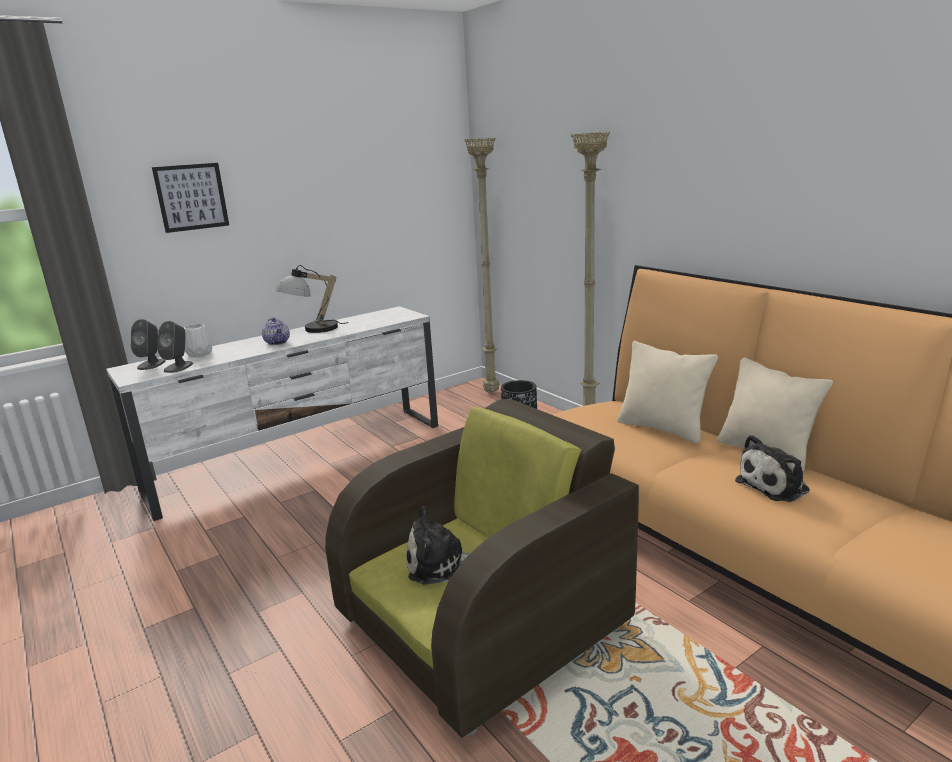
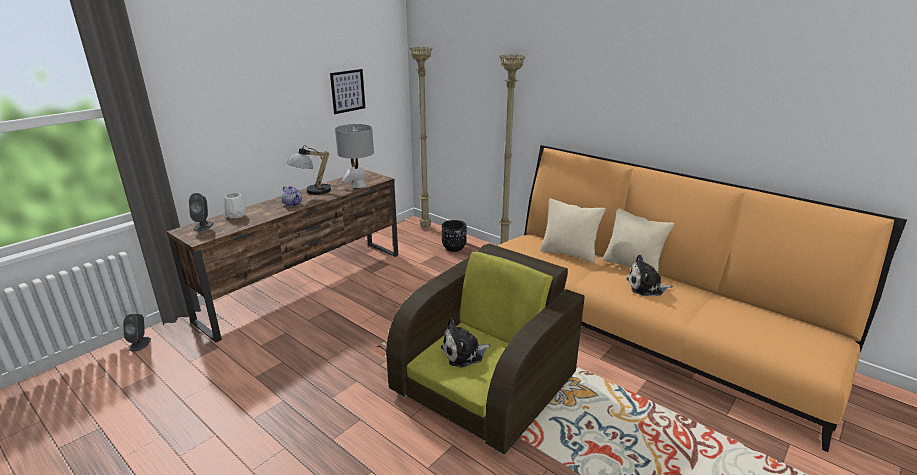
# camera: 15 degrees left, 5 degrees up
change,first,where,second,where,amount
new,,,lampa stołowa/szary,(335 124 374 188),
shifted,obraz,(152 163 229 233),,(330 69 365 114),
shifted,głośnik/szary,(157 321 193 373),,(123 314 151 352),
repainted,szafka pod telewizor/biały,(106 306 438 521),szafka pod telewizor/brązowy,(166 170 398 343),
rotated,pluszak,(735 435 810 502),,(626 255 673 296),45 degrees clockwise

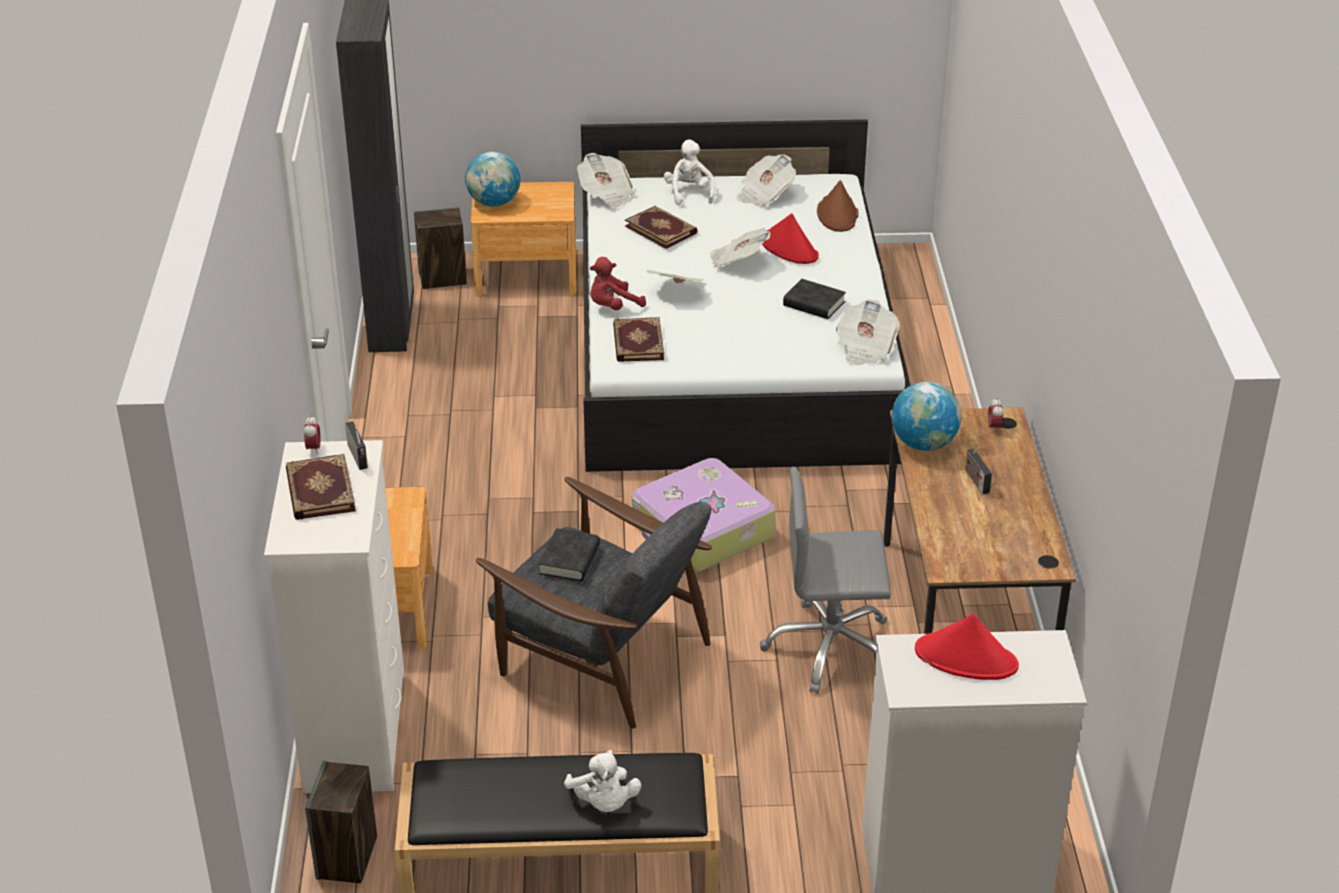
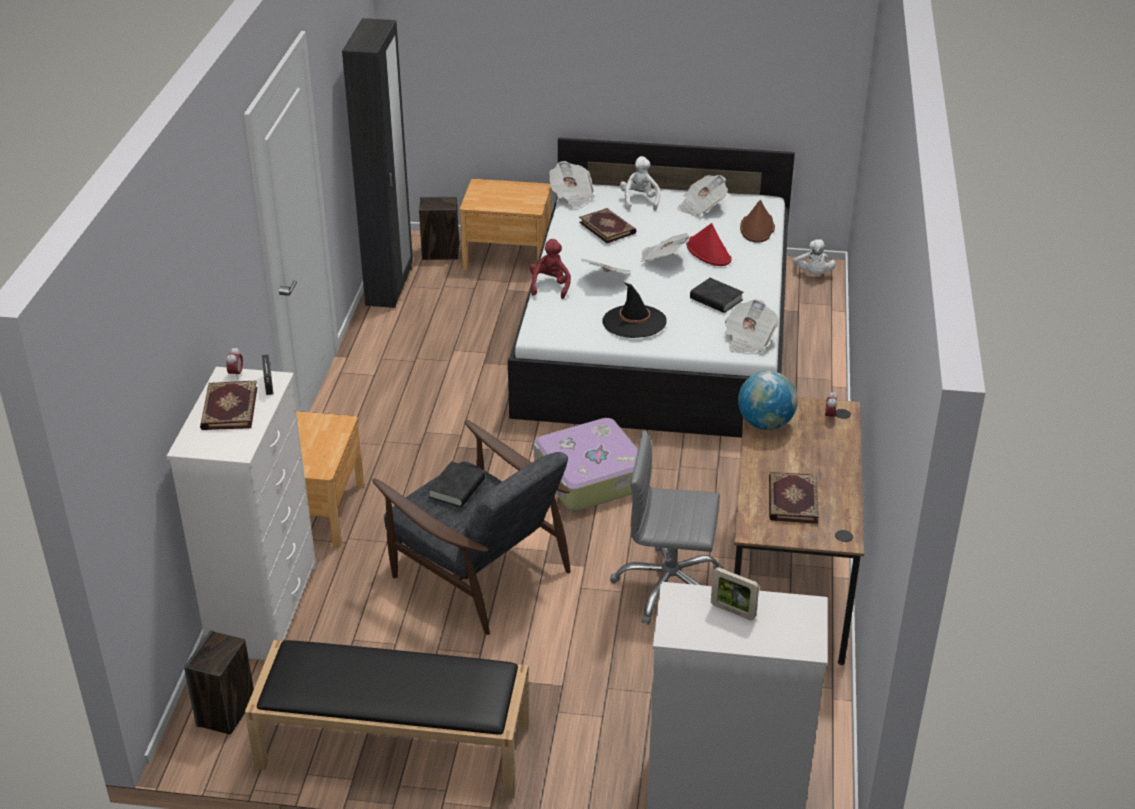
# camera: 10 degrees right, 0 degrees up
change,first,where,second,where,amount
gone,globus,(465 151 520 207),,,
gone,radio,(965 447 992 495),,,
new,,,kapelusz/czarny,(602 282 667 338),
shifted,pluszak/biały,(564 750 641 812),,(793 239 836 275),
shifted,książka,(613 317 664 362),,(769 472 819 524),
swapped,kapelusz/czerwony,(915 614 1019 680),ramka na zdjęcie,(711 567 759 620),
rotated,pluszak/czerwony,(590 257 646 310),,(530 239 571 299),120 degrees clockwise

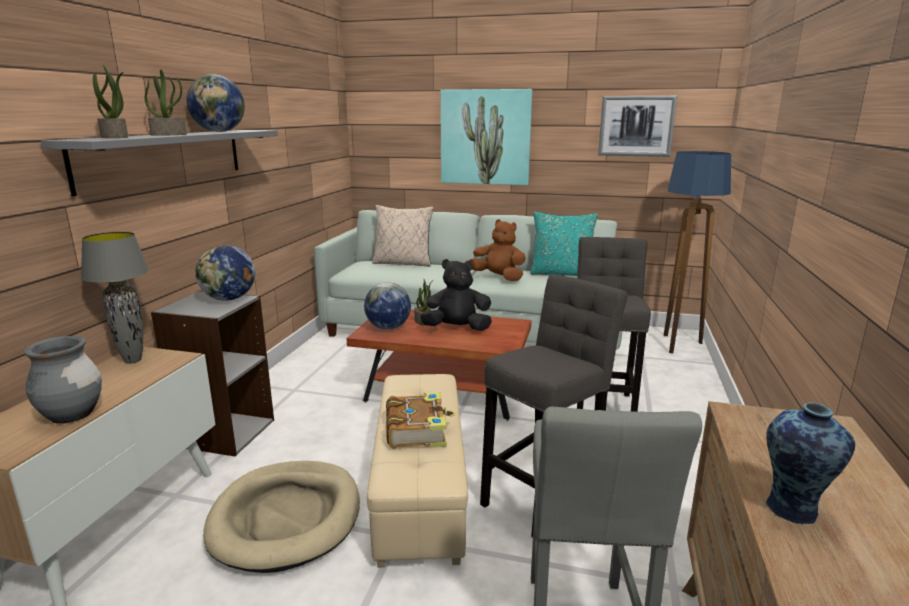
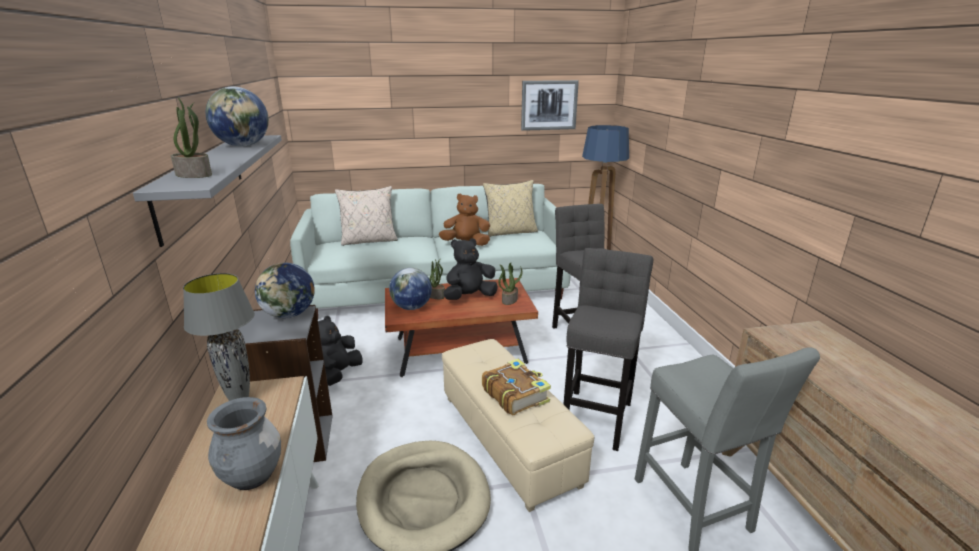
# camera: 25 degrees left, 5 degrees up
change,first,where,second,where,amount
gone,obraz,(440 89 533 185),,,
gone,wazon,(764 402 855 525),,,
new,,,pluszak/czarny,(318 316 363 386),
shifted,roślina doniczkowa,(145 69 187 136),,(498 262 522 305),
repainted,poduszka/turkusowy,(530 212 598 276),poduszka/beżowy,(483 180 538 237),

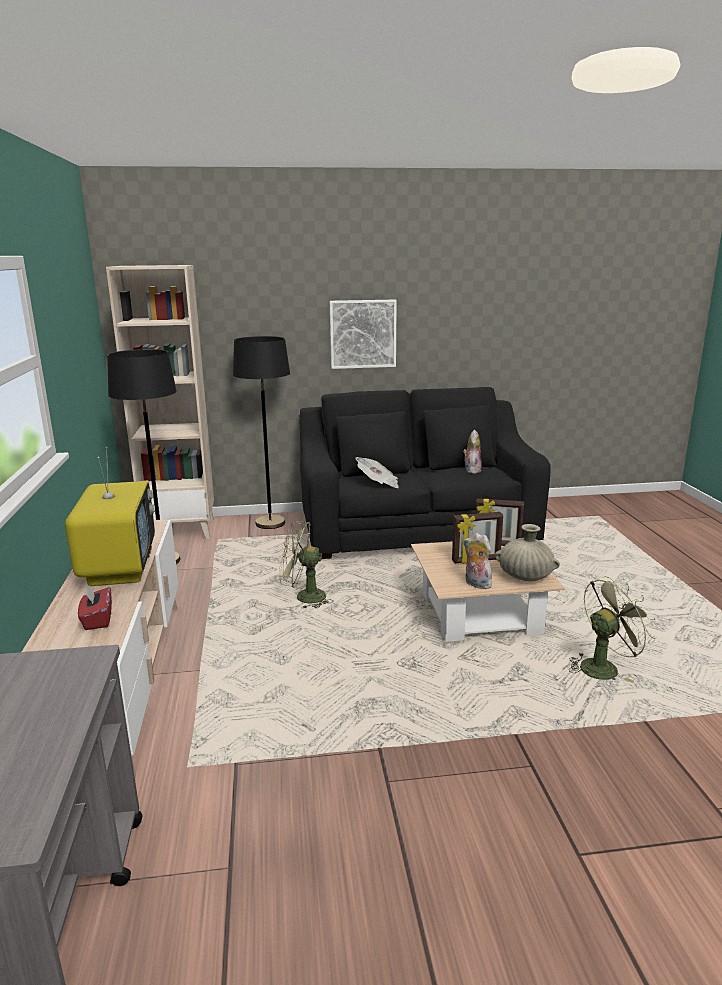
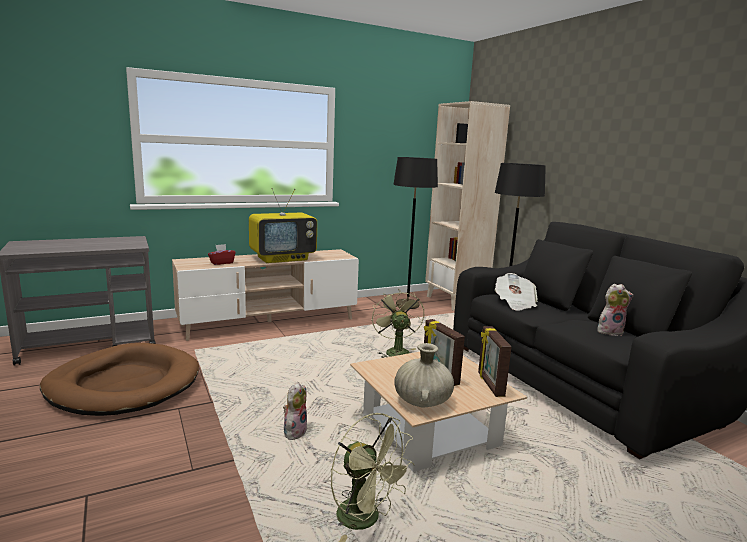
# camera: 70 degrees right, 5 degrees down
change,first,where,second,where,amount
gone,obraz,(330 300 397 369),,,
new,,,legowisko/brązowy,(40 343 199 416),
shifted,pluszak,(463 533 492 589),,(283 382 307 440),

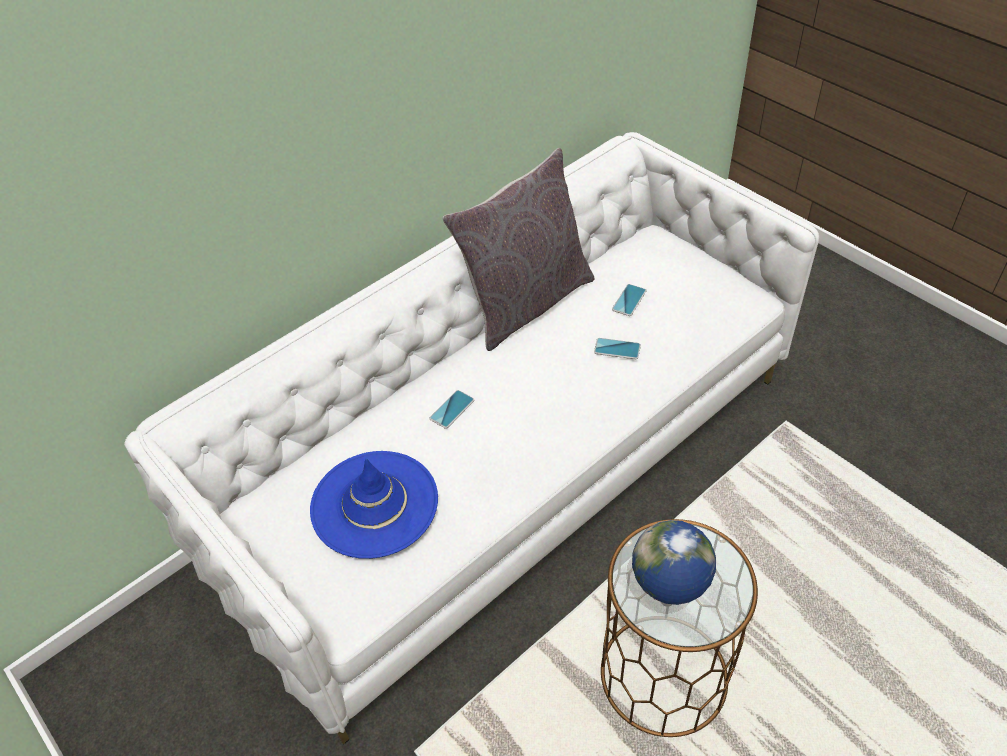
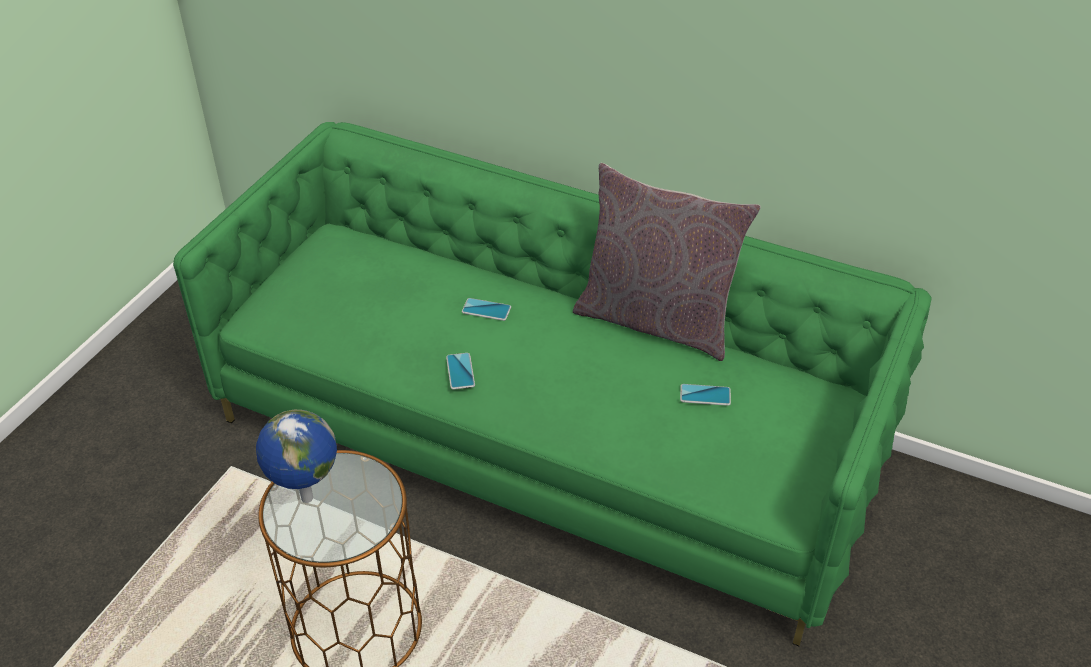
# camera: 65 degrees right, 5 degrees down
change,first,where,second,where,amount
gone,kapelusz/niebieski,(310 451 438 559),,,
shifted,telefon,(594 338 641 359),,(446 353 475 390),
repainted,kanapa/biały,(124 132 819 744),kanapa/zielony,(173 122 932 646),

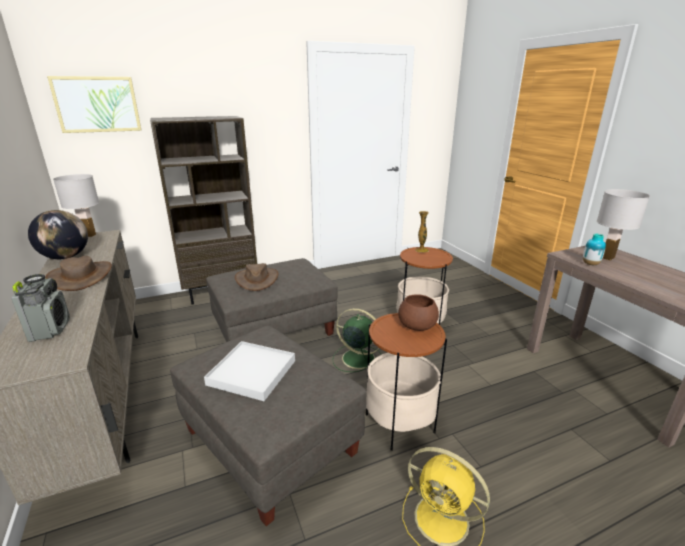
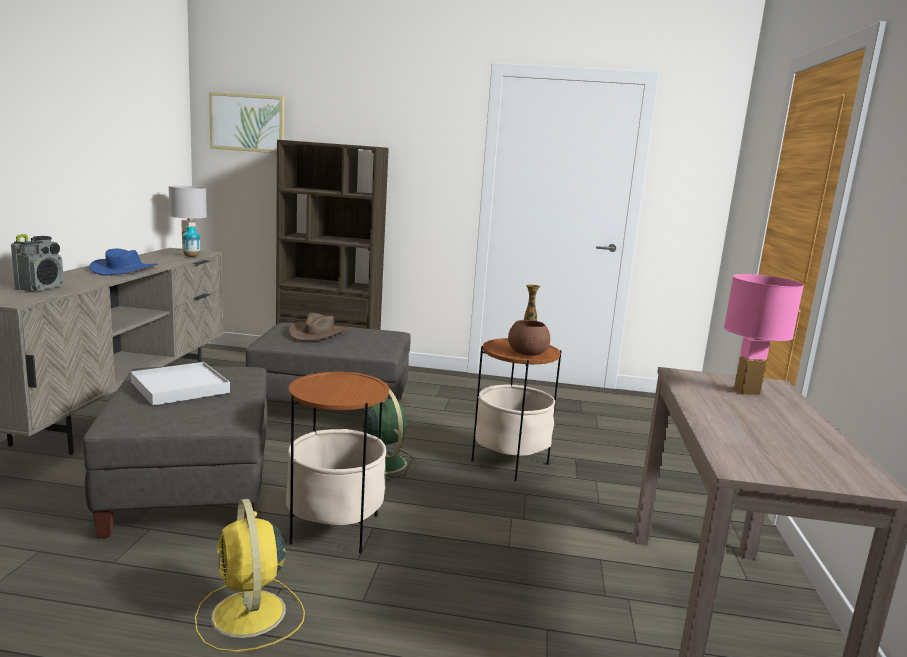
# camera: 30 degrees right, 10 degrees down
change,first,where,second,where,amount
gone,globus,(28 210 88 259),,,
shifted,miska/brązowy,(398 294 439 331),,(508 320 550 356),
shifted,wazon,(583 234 606 265),,(182 226 200 257),
repainted,kapelusz/brązowy,(45 256 112 291),kapelusz/niebieski,(89 249 157 276),
repainted,lampa stołowa/biały,(597 189 650 260),lampa stołowa/różowy,(724 274 804 395),

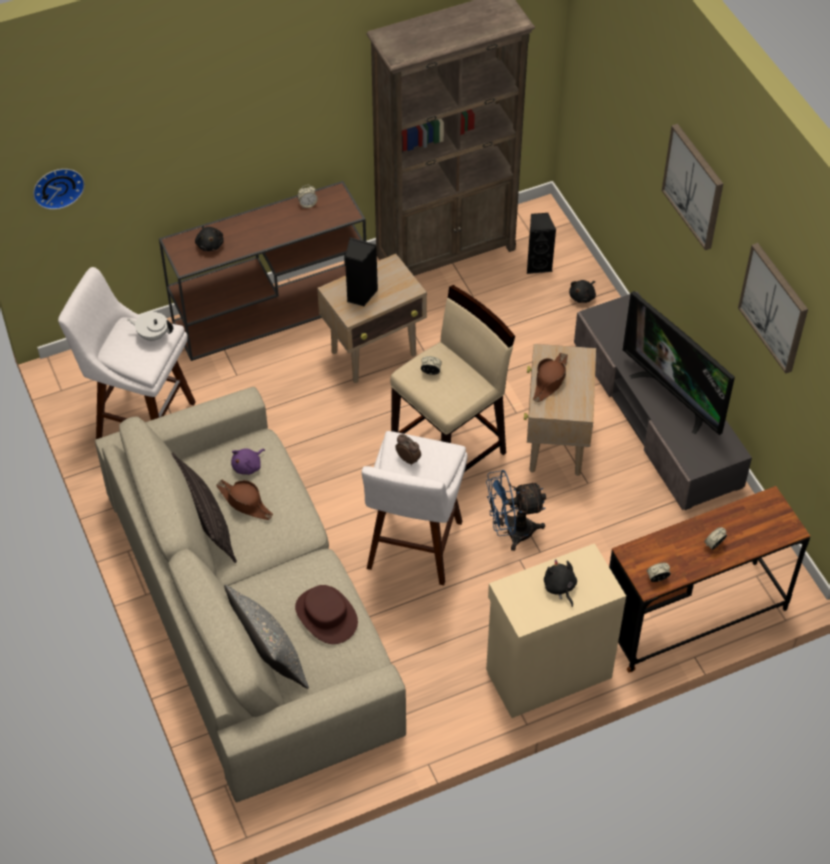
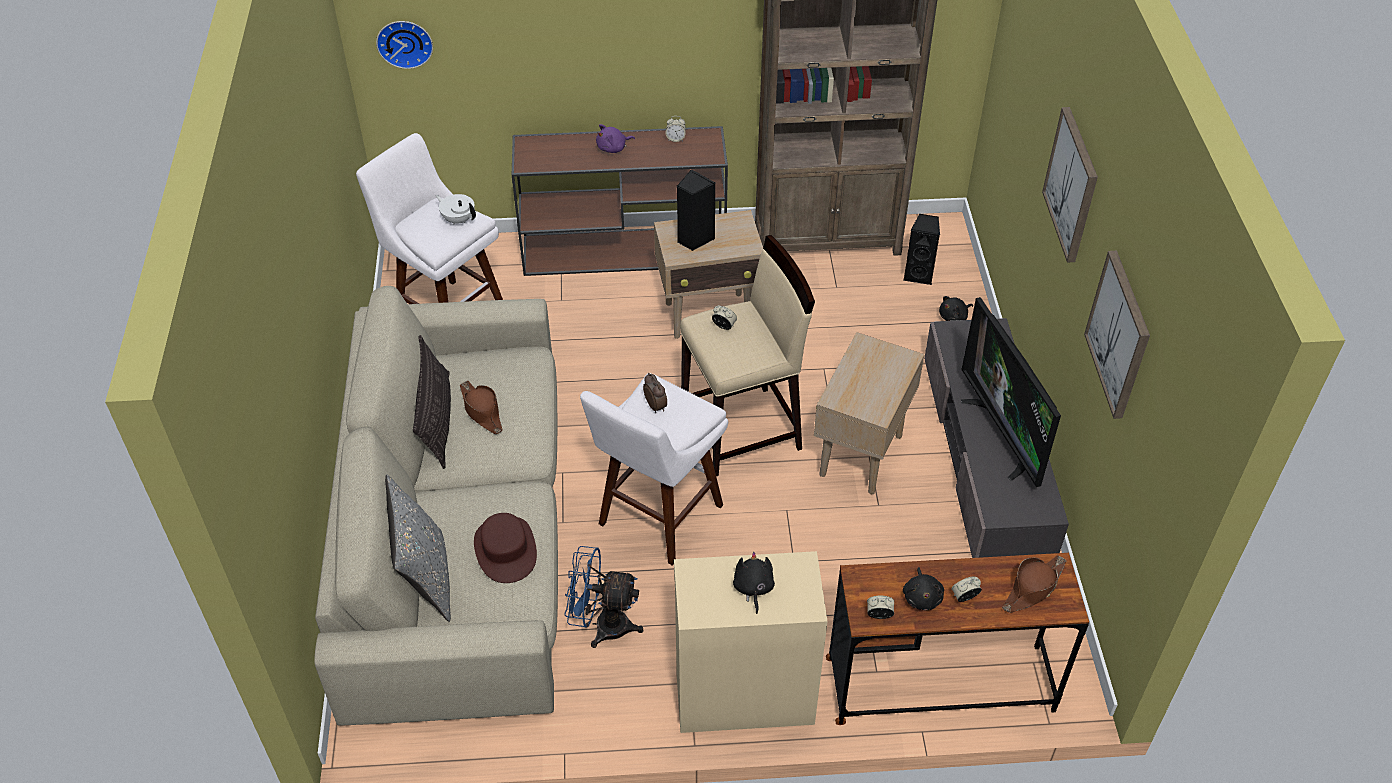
# camera: 20 degrees right, 5 degrees down
change,first,where,second,where,amount
shifted,pluszak/czarny,(195 226 224 251),,(903 567 944 611),
shifted,pluszak/fioletowy,(231 448 265 475),,(596 124 635 153),
shifted,wentylator/niebieski,(486 470 546 551),,(565 546 643 648),
shifted,kapelusz/brązowy,(533 353 568 402),,(1002 555 1066 613),

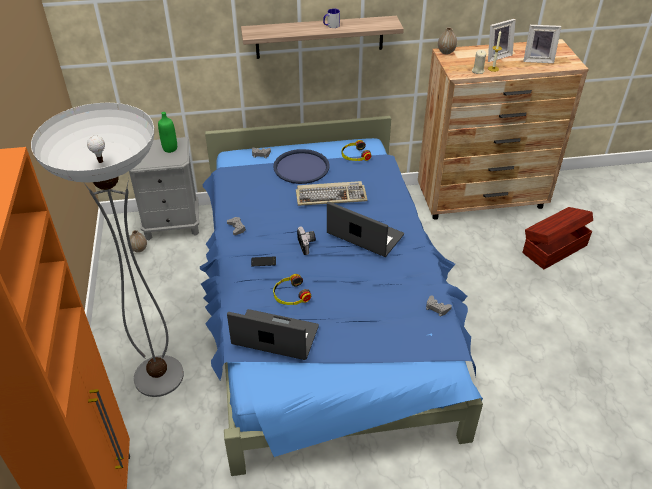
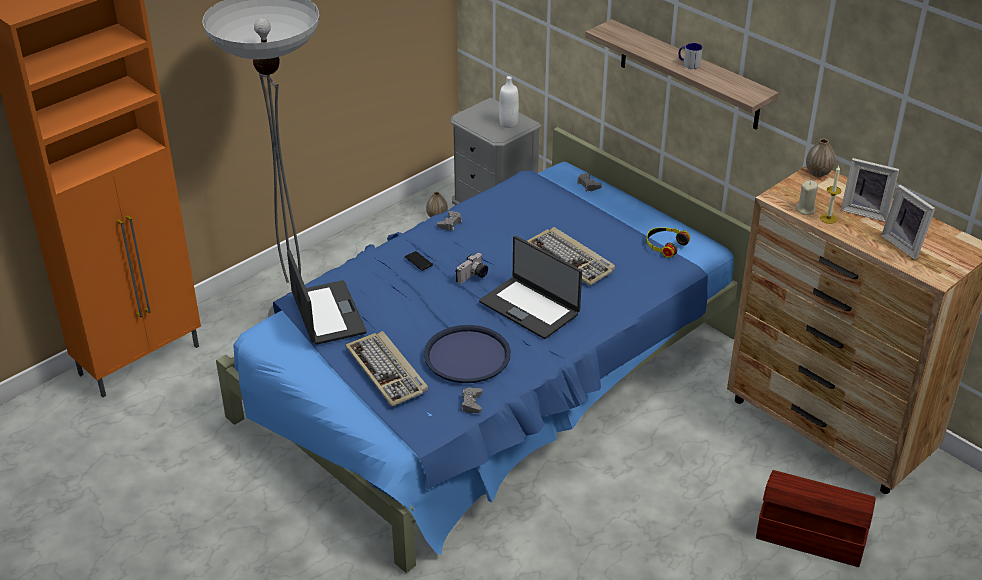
# camera: 55 degrees right, 5 degrees down
change,first,where,second,where,amount
gone,słuchawki,(273 274 311 305),,,
new,,,klawiatura,(346 331 428 407),
shifted,taca/niebieski,(273 149 330 184),,(424 325 511 383),
repainted,butelka/zielony,(158 112 177 153),butelka/biały,(499 76 519 128),
rotated,laptop,(327 201 404 257),,(479 236 582 339),135 degrees clockwise

